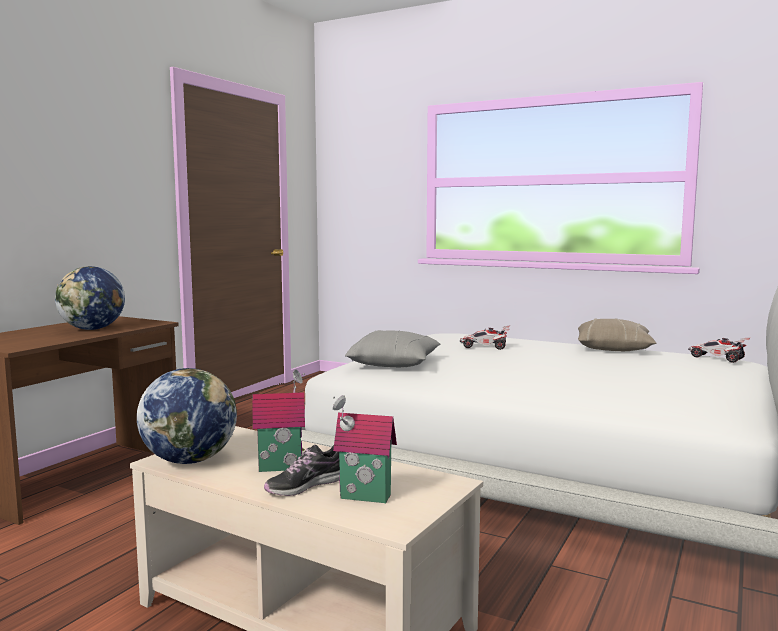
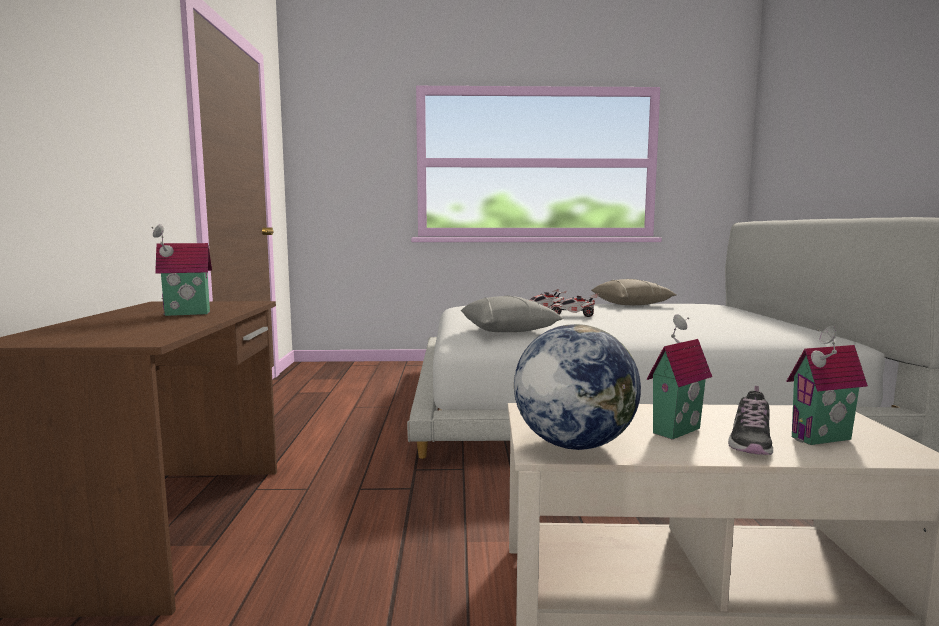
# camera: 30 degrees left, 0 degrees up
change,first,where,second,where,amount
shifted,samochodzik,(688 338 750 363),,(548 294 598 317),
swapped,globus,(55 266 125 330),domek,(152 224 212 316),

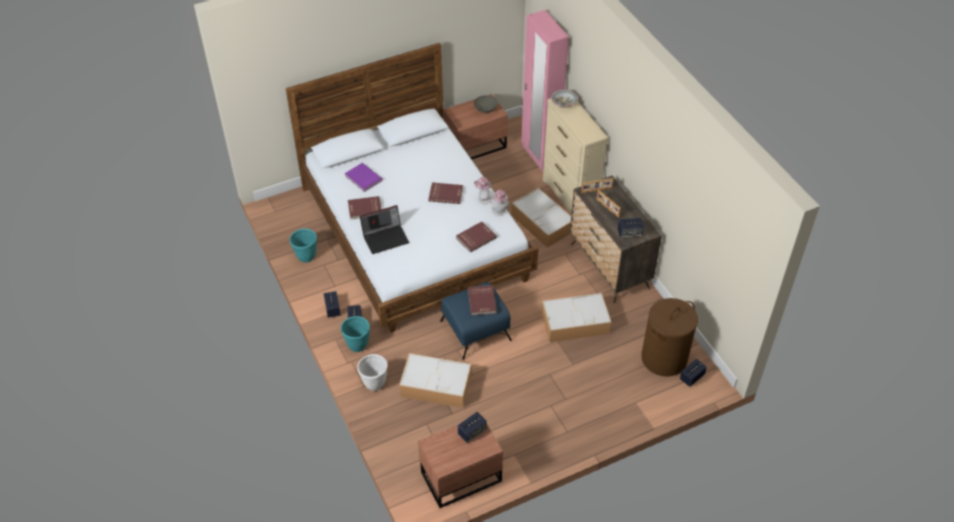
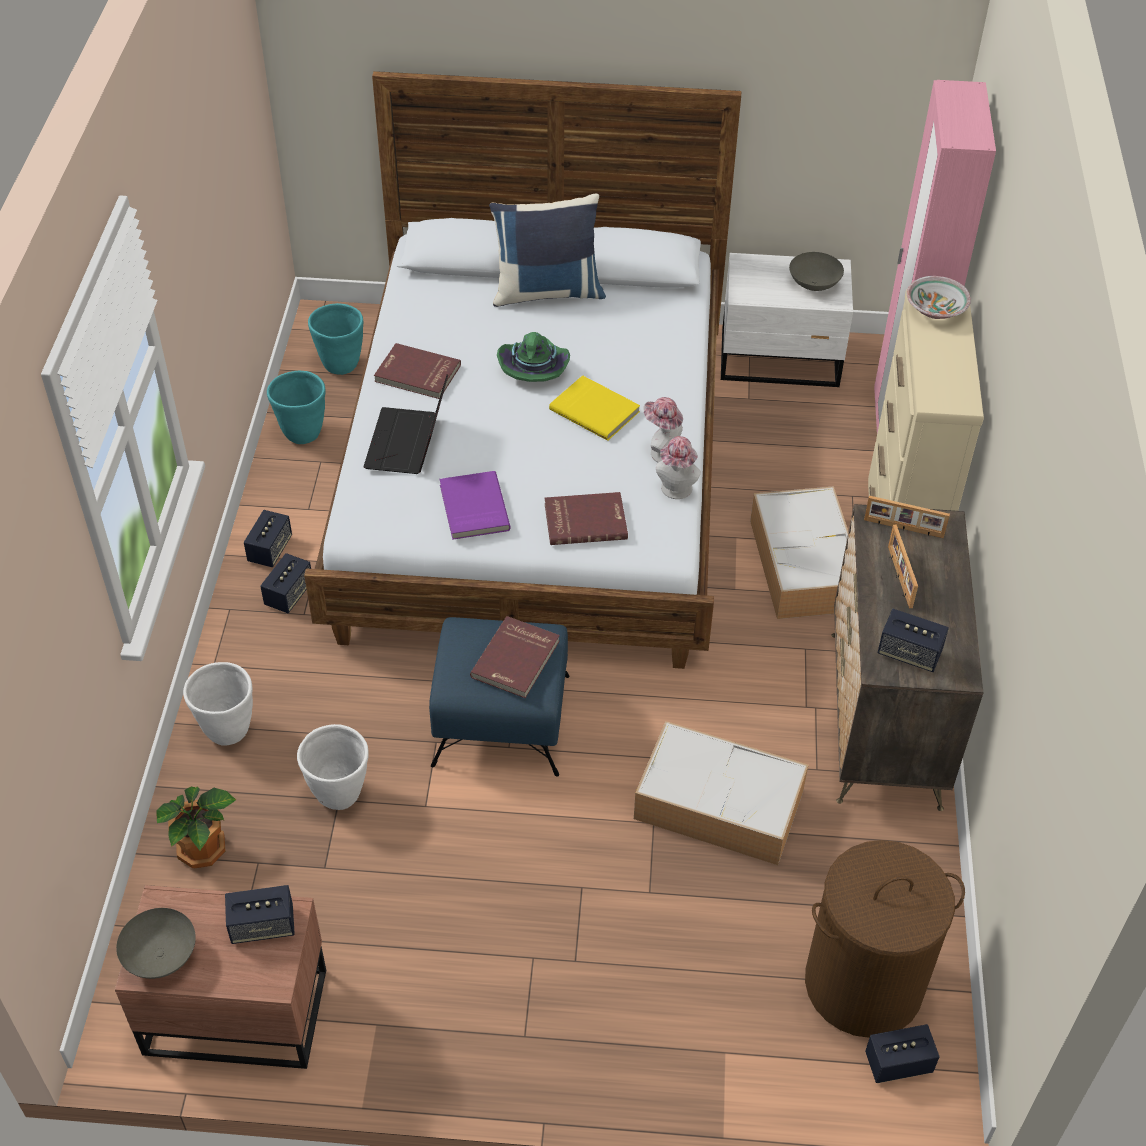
# camera: 30 degrees right, 0 degrees up
change,first,where,second,where,amount
new,,,miska/szary,(116 908 196 979),
new,,,roślina doniczkowa,(156 786 236 868),
new,,,poduszka/niebieski,(489 193 606 307),
new,,,kapelusz/zielony,(497 332 570 382),
shifted,donica/turkusowy,(341 316 370 352),,(308 303 363 375),
shifted,książka/fioletowy,(345 163 383 192),,(439 471 511 540),
swapped,pojemnik do przechowywania,(399 353 472 408),donica/biały,(297 724 369 810),
repainted,książka/czerwony,(428 182 463 204),książka/żółty,(549 375 640 441),
repainted,szafka nocna/brązowy,(443 94 508 160),szafka nocna/biały,(721 253 853 387),
rotated,laptop,(360 205 409 254),,(363 375 448 474),90 degrees clockwise

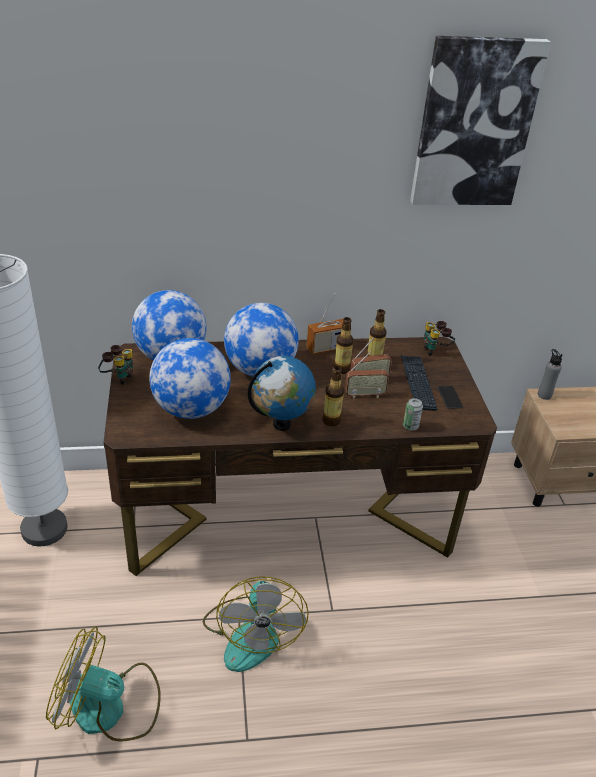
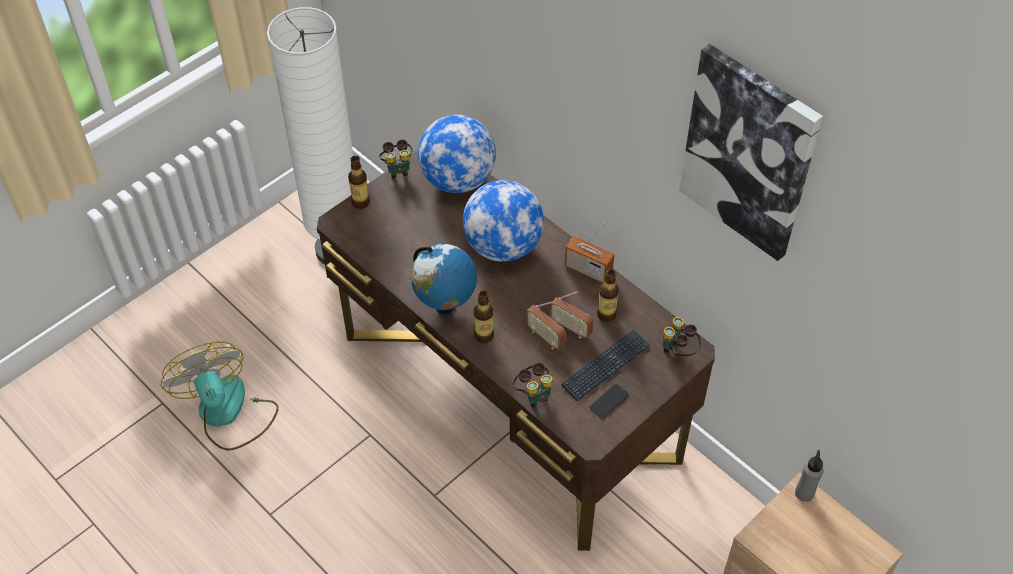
# camera: 55 degrees right, 15 degrees up
change,first,where,second,where,amount
gone,globus,(149 338 231 419),,,
gone,wentylator,(203 576 309 672),,,
shifted,butelka,(334 317 353 374),,(348 156 370 209),
swapped,puszka,(403 398 423 430),lornetka,(513 363 552 407),

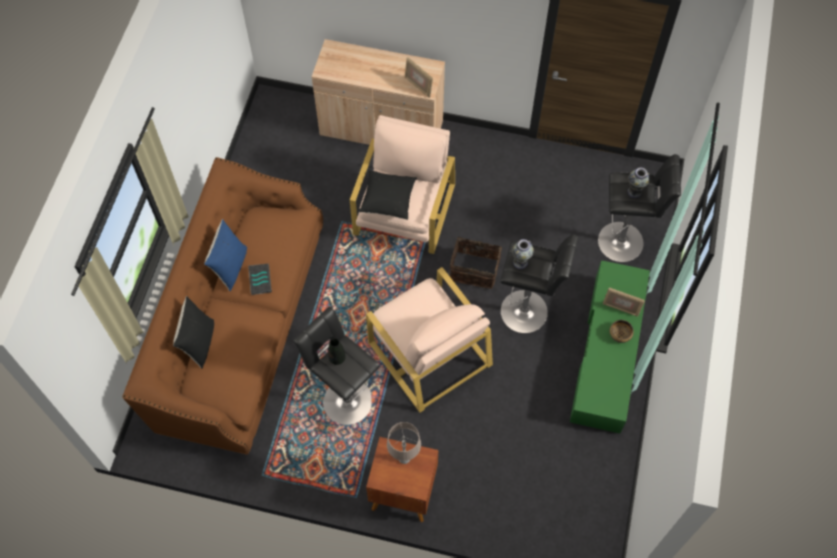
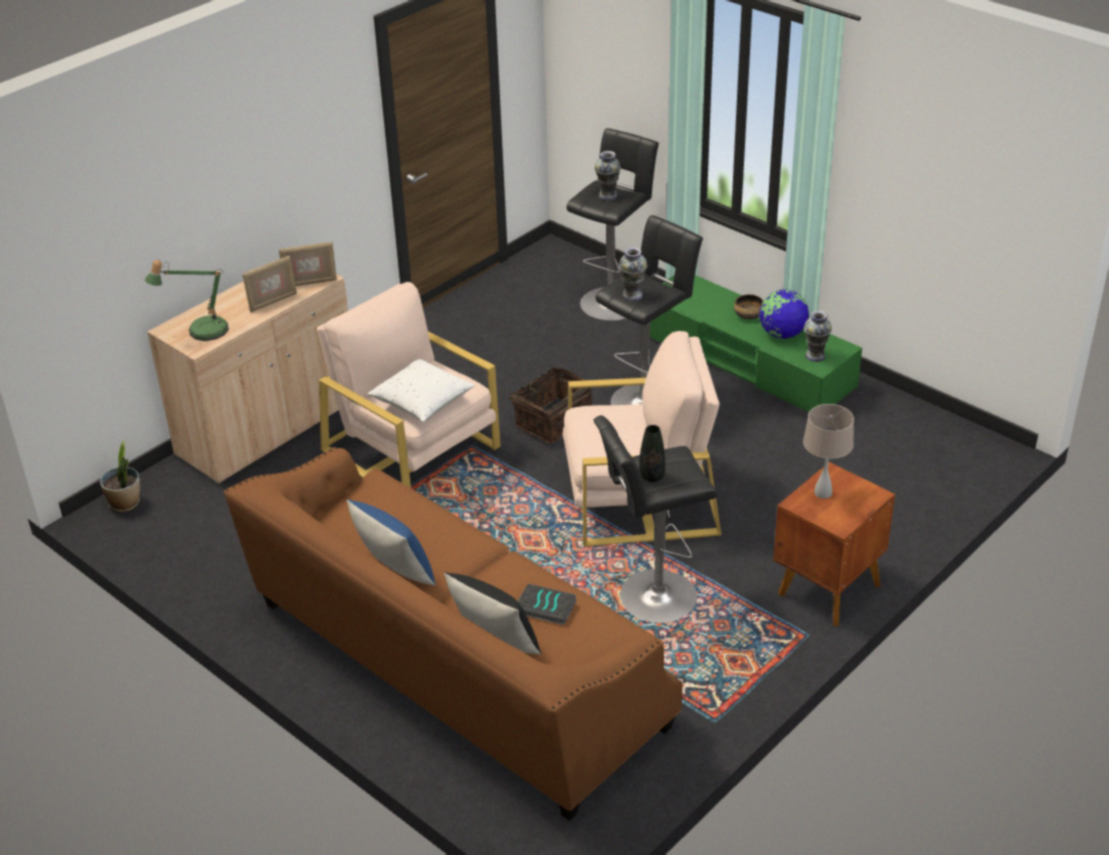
# camera: 60 degrees left, 25 degrees down
change,first,where,second,where,amount
new,,,roślina doniczkowa,(100 440 140 512),
new,,,lampa stołowa,(145 260 229 341),
new,,,globus,(759 289 809 339),
new,,,wazon,(804 311 832 362),
shifted,książka,(248 264 272 295),,(518 583 576 625),
shifted,ramka na zdjęcie,(603 287 645 317),,(242 255 297 312),
repainted,poduszka/czarny,(358 170 417 220),poduszka/biały,(368 359 475 422),

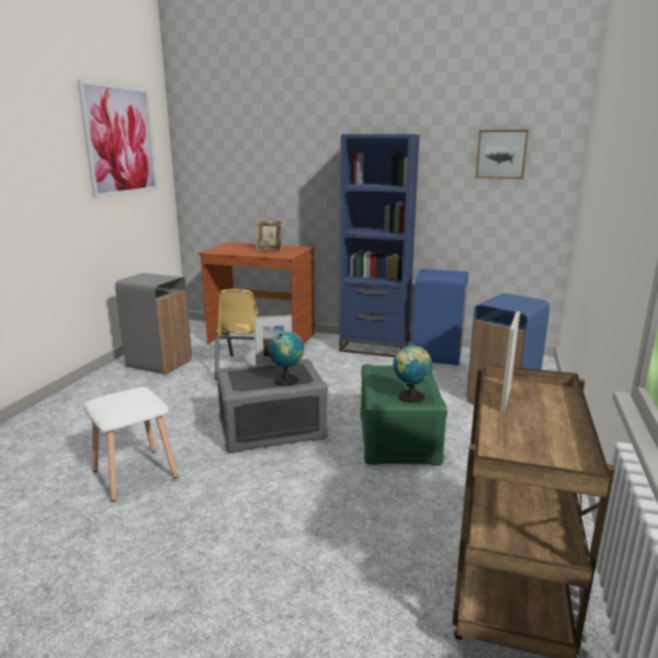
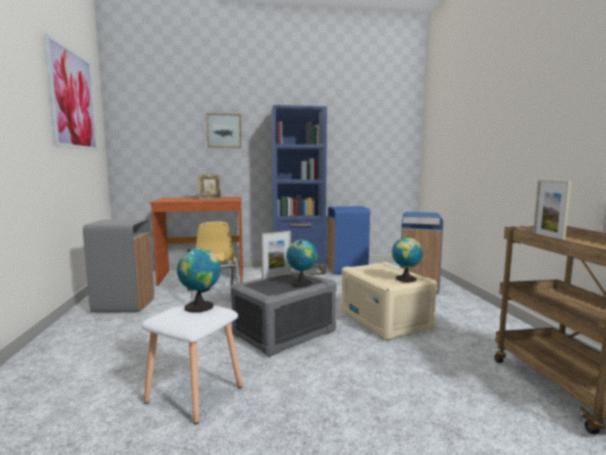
# camera: 25 degrees left, 10 degrees down
change,first,where,second,where,amount
new,,,globus,(177 248 221 313),
shifted,obraz,(475 130 528 179),,(207 113 241 148),
repainted,pojemnik do przechowywania/zielony,(360 364 448 465),pojemnik do przechowywania/beżowy,(341 262 437 340),

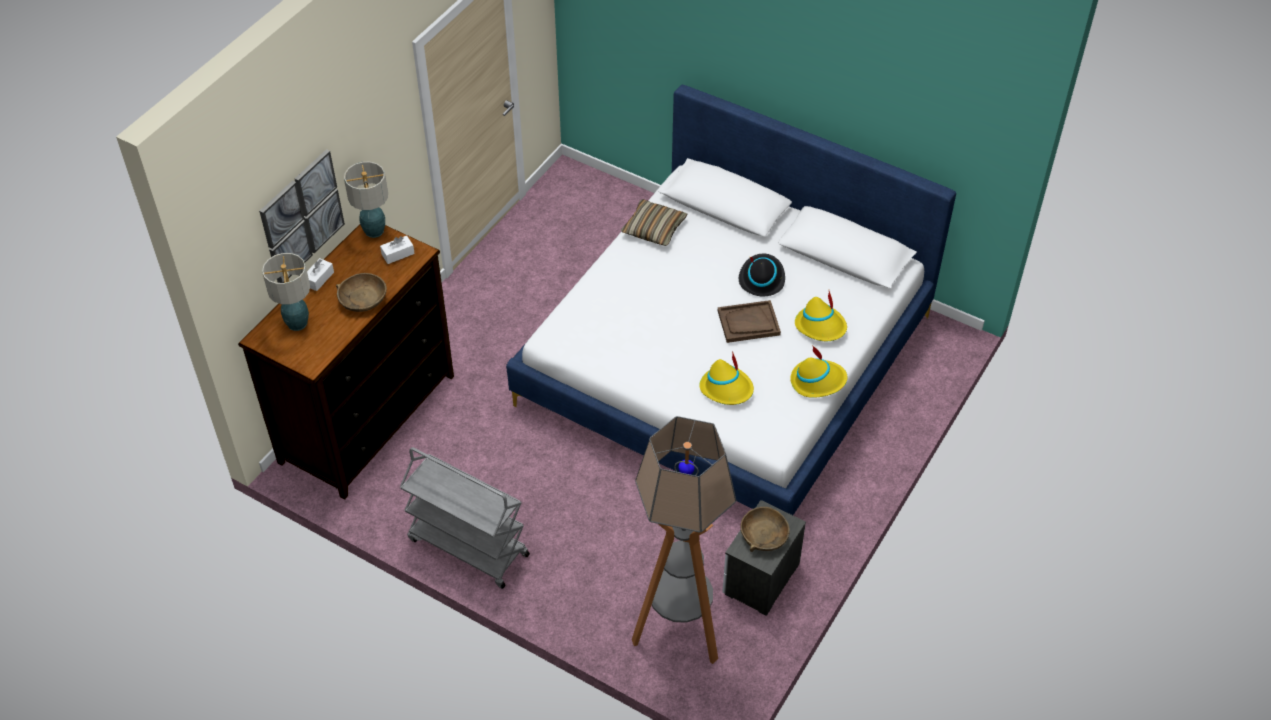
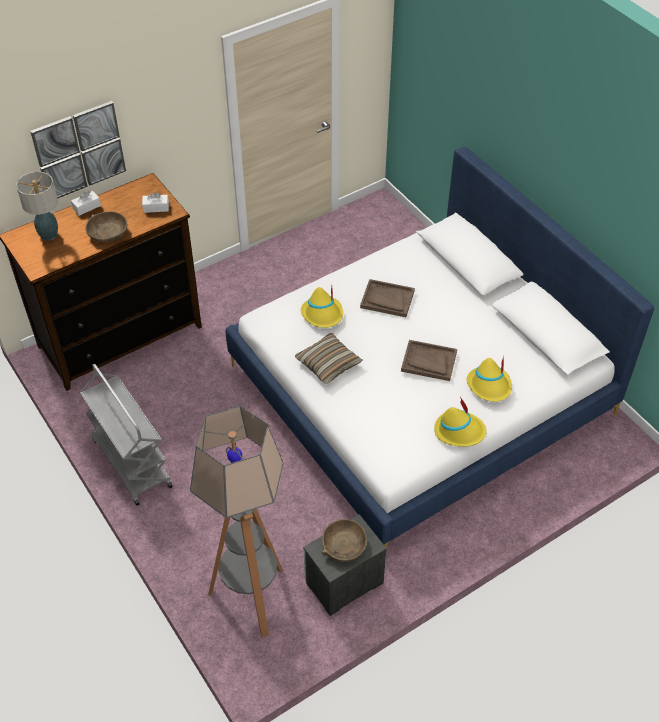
# camera: 25 degrees right, 0 degrees up
change,first,where,second,where,amount
gone,lampa stołowa,(344 162 388 238),,,
gone,kapelusz/czarny,(739 254 785 296),,,
new,,,taca/brązowy,(360 279 415 317),
shifted,poduszka,(621 199 687 246),,(295 333 363 384),
shifted,kapelusz/żółty,(699 351 754 405),,(301 287 343 328),

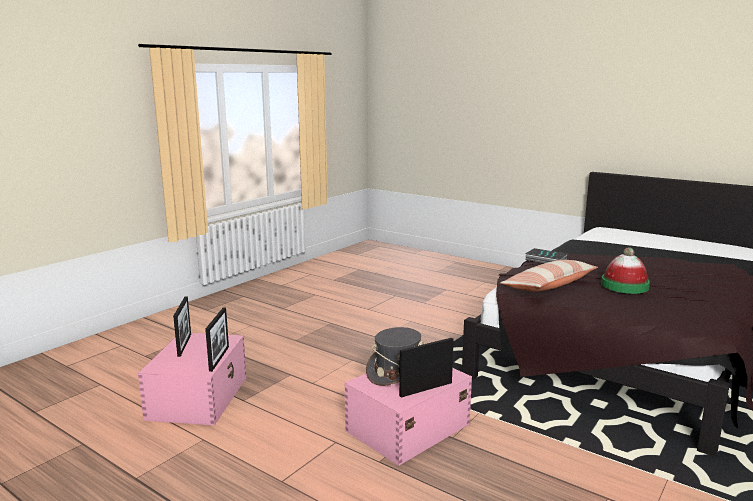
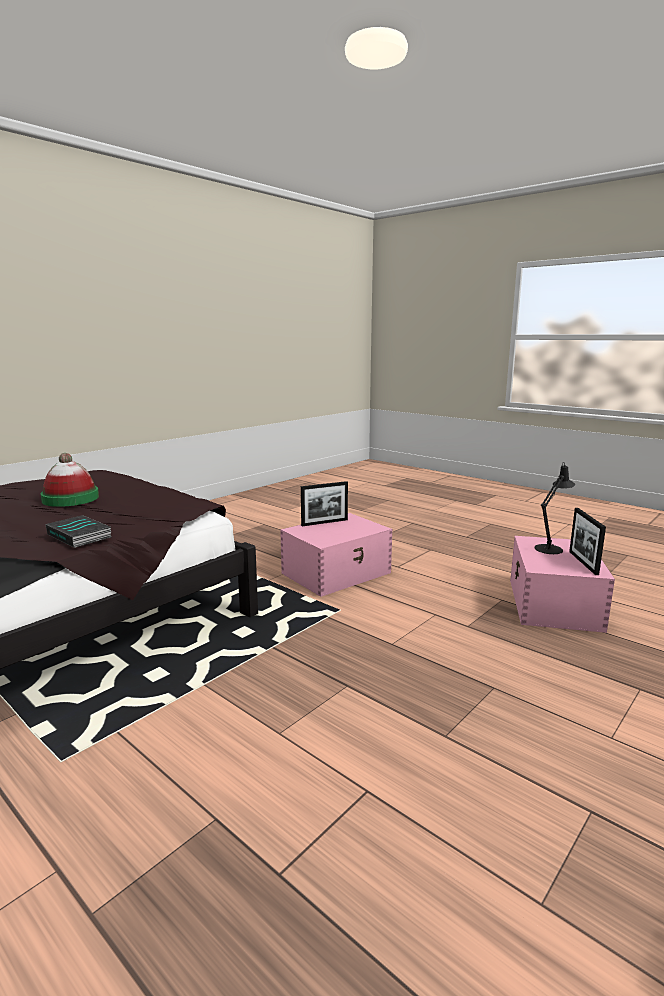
# camera: 175 degrees left, 0 degrees up
change,first,where,second,where,amount
gone,ramka na zdjęcie,(205 307 229 372),,,
gone,kapelusz/szary,(366 327 424 386),,,
gone,poduszka,(500 260 598 292),,,
new,,,lampa stołowa/czarny,(534 463 575 554),

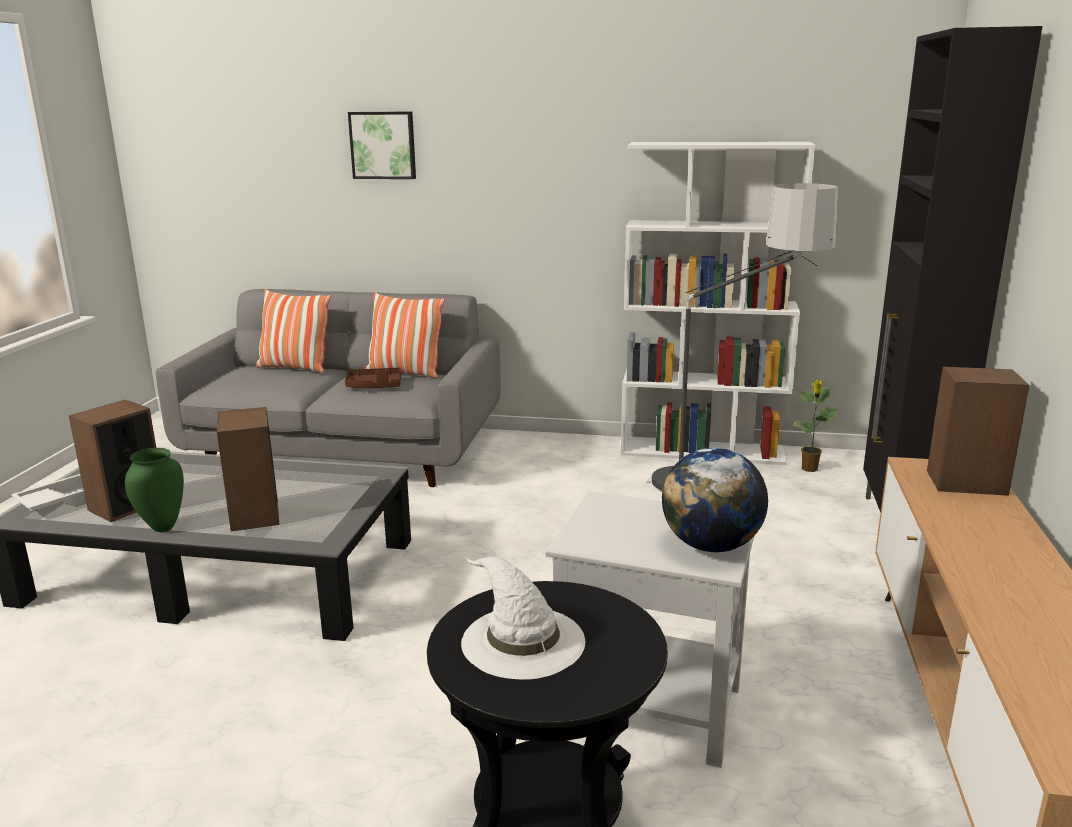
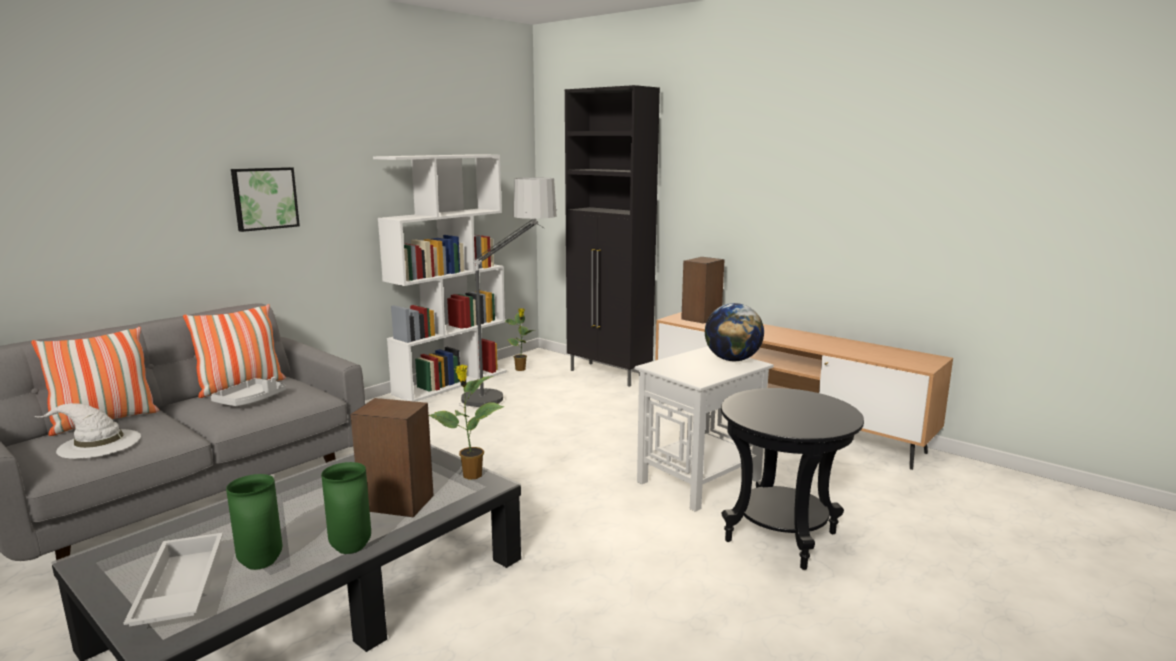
# camera: 60 degrees left, 5 degrees down
change,first,where,second,where,amount
new,,,roślina doniczkowa,(429 364 504 480),
shifted,obraz,(348 112 416 179),,(231 167 300 232),
shifted,kapelusz/biały,(461 557 585 680),,(35 403 141 459),
swapped,głośnik,(69 400 156 522),wazon/zielony,(226 474 282 570),
repainted,taca/brązowy,(345 368 401 388),taca/szary,(211 377 286 406),

